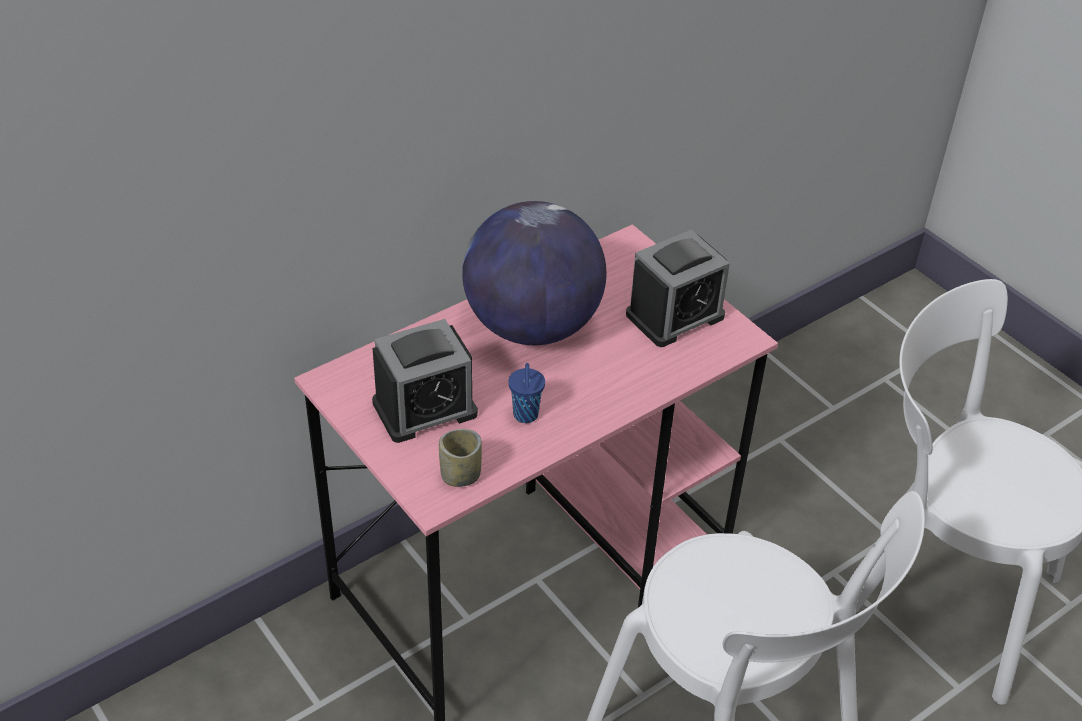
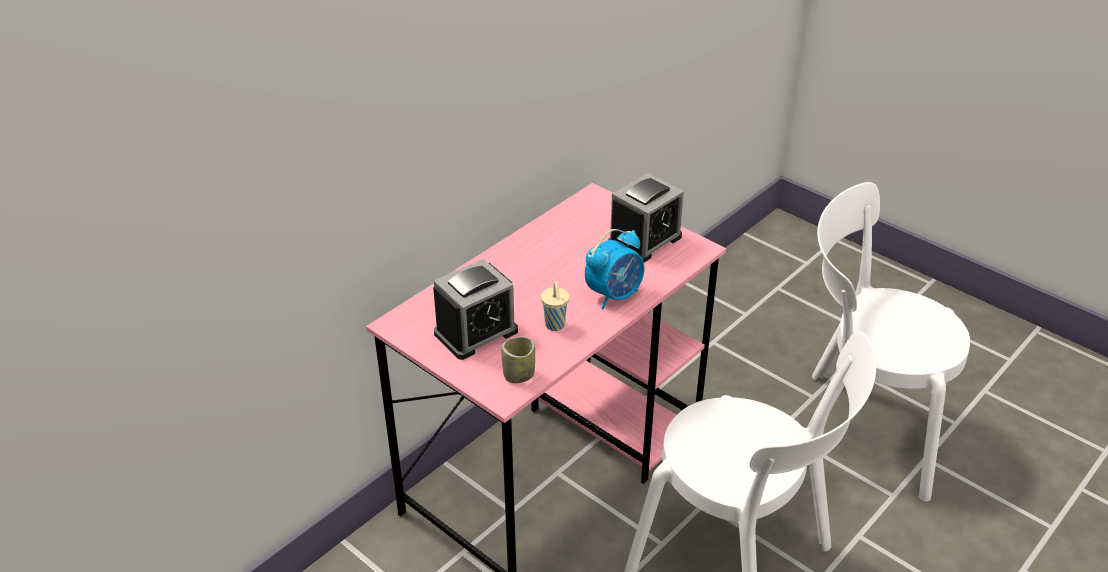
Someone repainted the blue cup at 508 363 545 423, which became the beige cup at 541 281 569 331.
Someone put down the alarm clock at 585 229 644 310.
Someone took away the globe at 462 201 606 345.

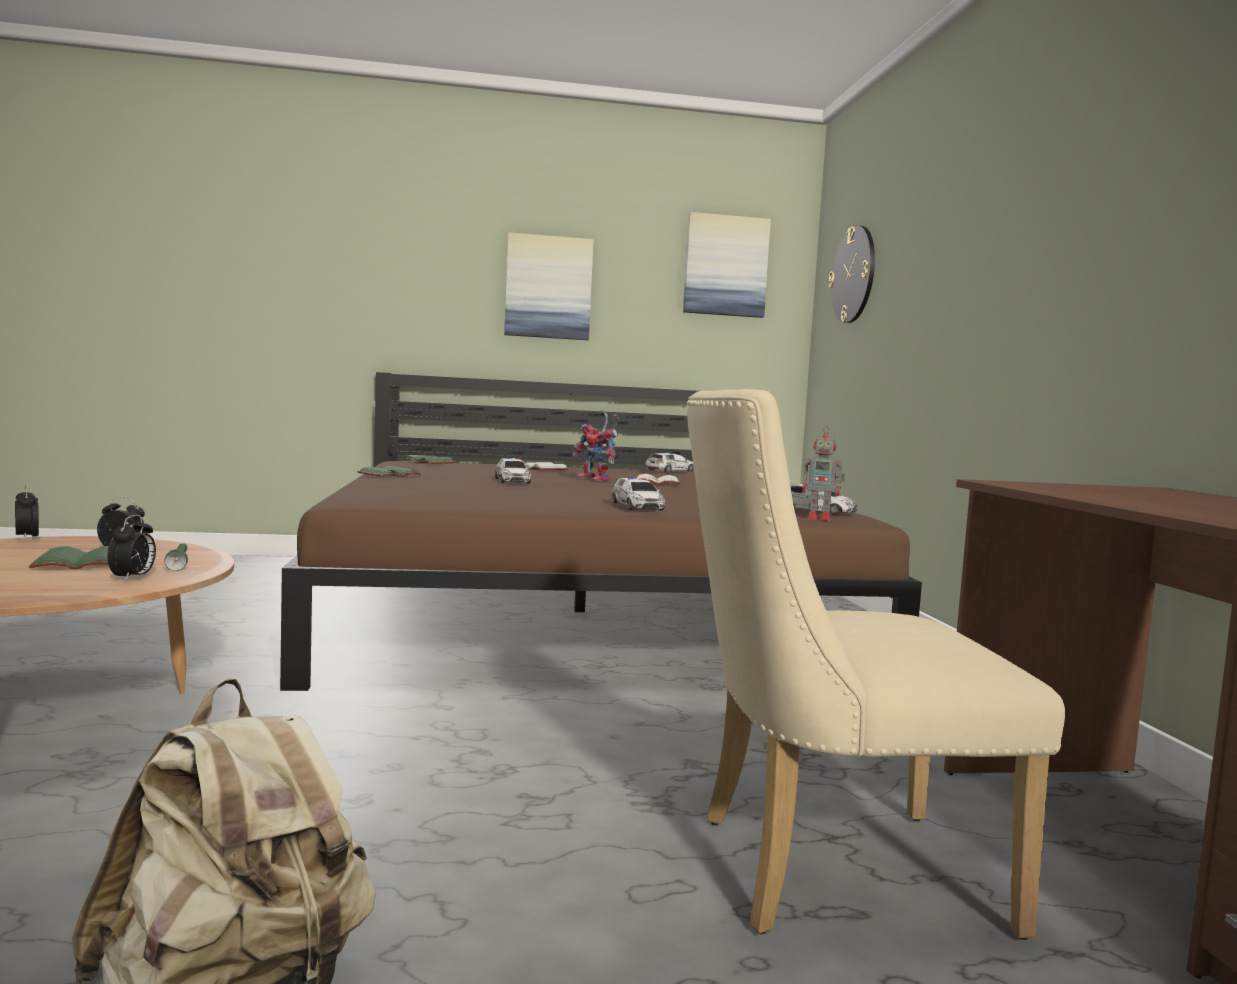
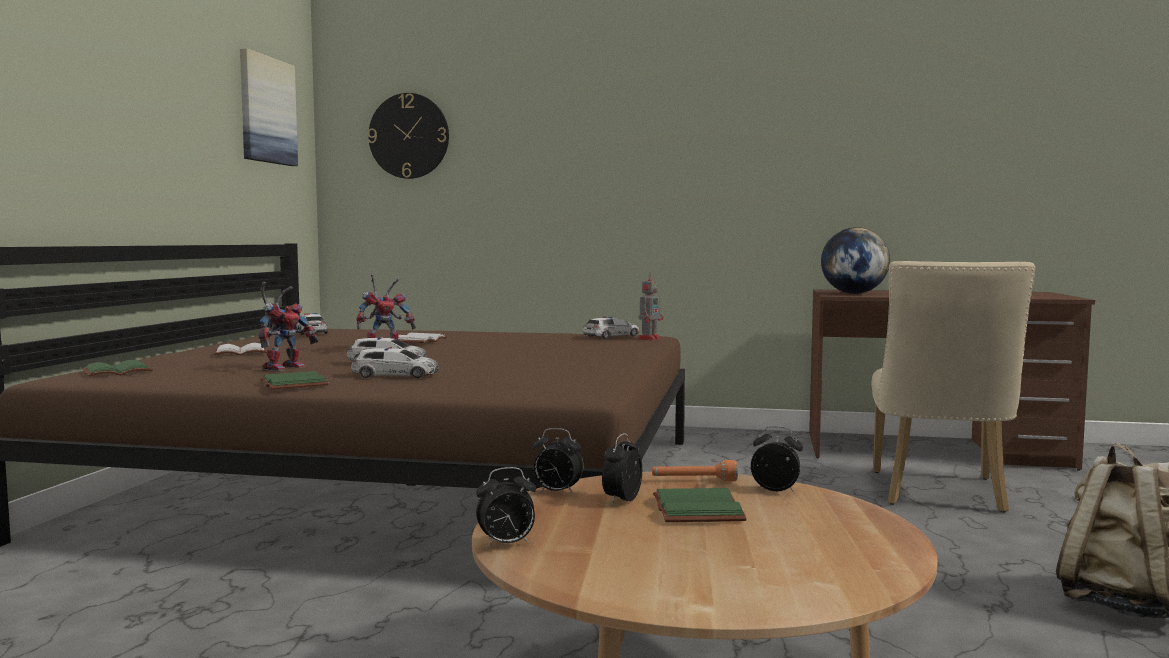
Someone put down the toy robot at 259 282 319 371.
Someone carried the toy car from 612 478 665 510 to 351 347 439 378.
Someone put down the alarm clock at 533 428 584 494.
Someone repainted the green flashlight at 164 543 188 571, which became the orange flashlight at 652 460 738 482.
Someone put down the globe at 821 227 890 294.
Someone took away the picture at 504 232 594 340.

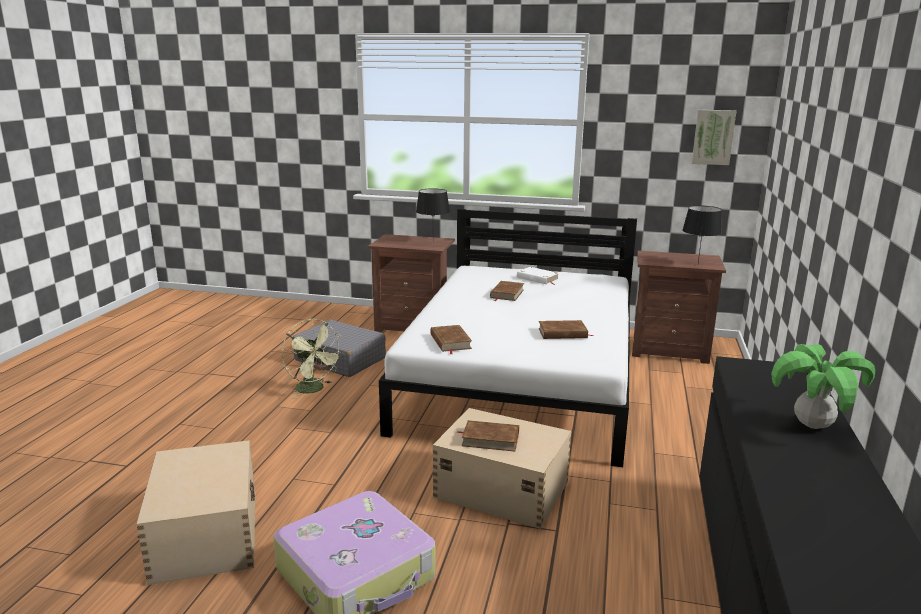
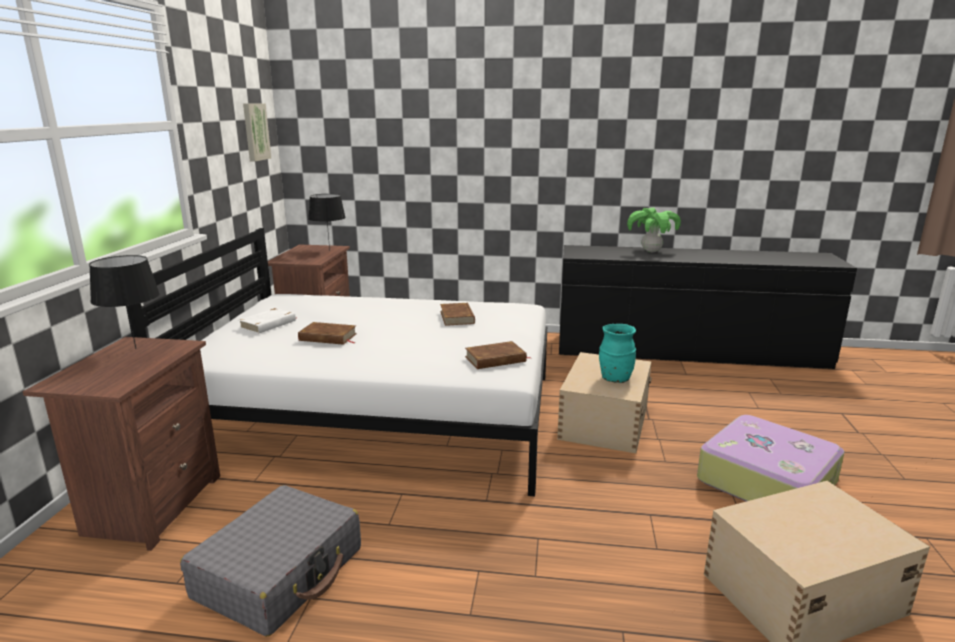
Someone swapped the brown book at 457 420 519 452 for the turquoise vase at 599 324 636 383.
Someone took away the green fan at 282 319 344 399.

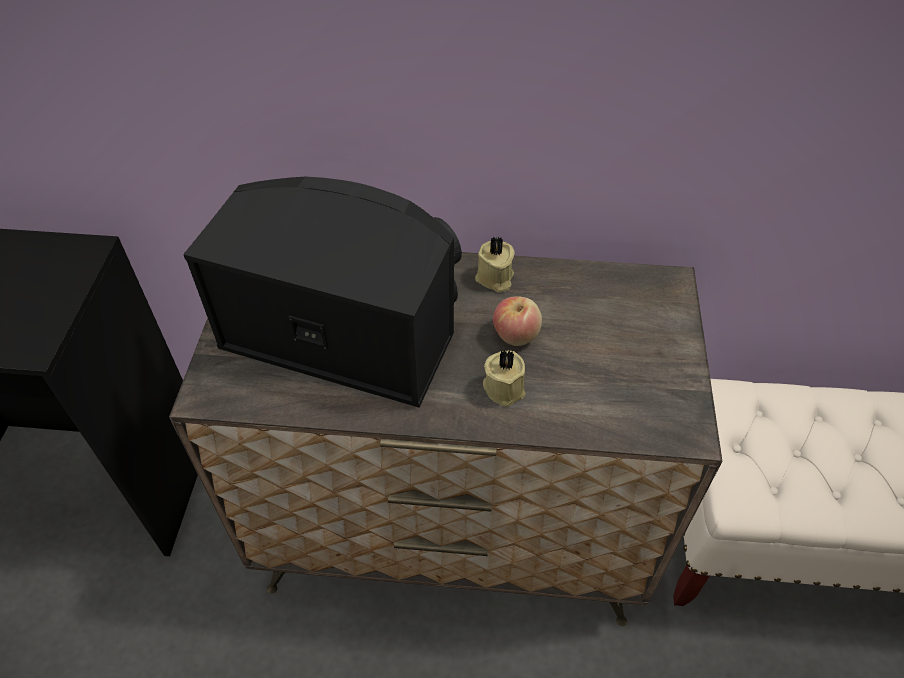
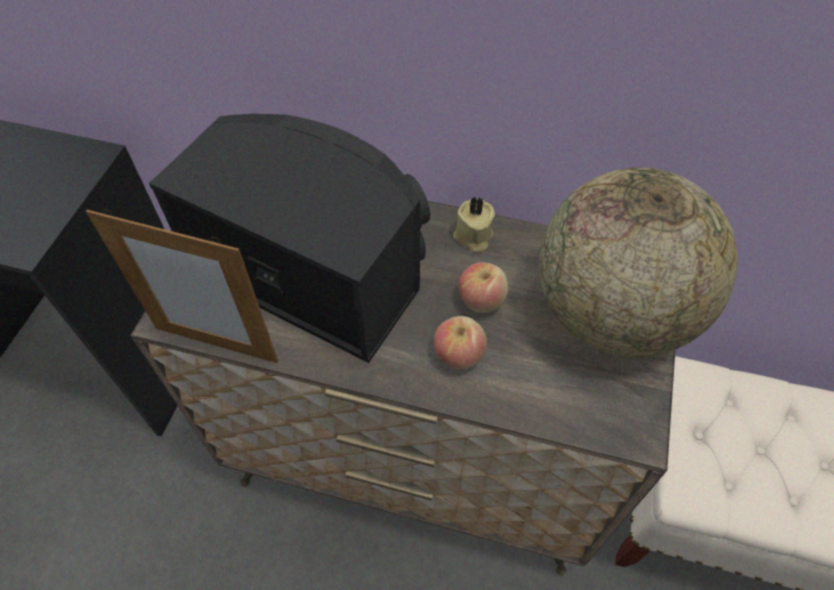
Someone put down the picture frame at 85 209 278 363.
Someone swapped the beige candle at 483 349 526 407 for the apple at 434 316 487 370.
Someone put down the globe at 539 167 737 357.

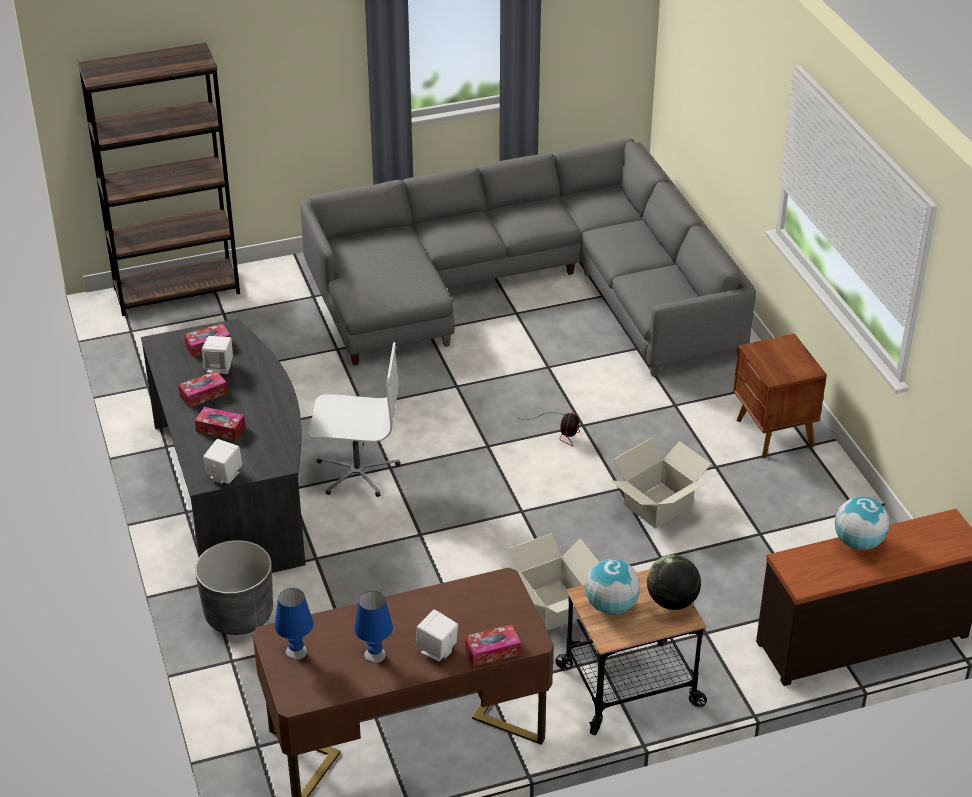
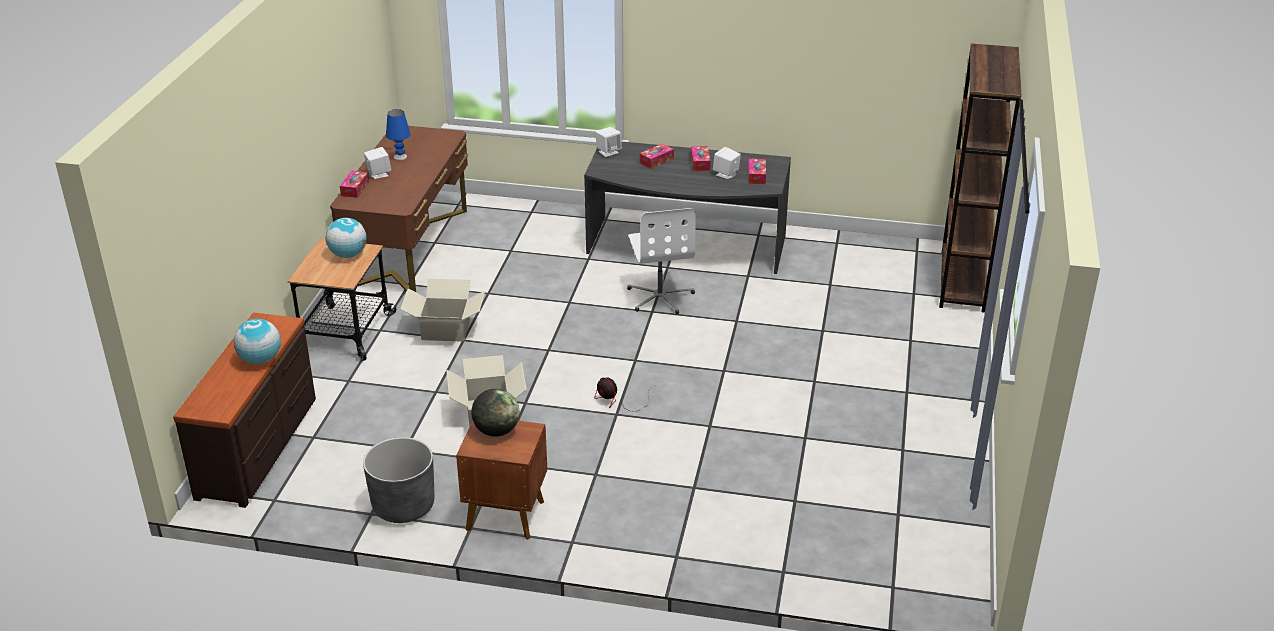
Someone carried the grey planter from 195 540 273 635 to 363 437 435 523.
Someone carried the globe from 647 555 701 610 to 471 389 520 437.
Someone rotated the white office chair at 309 342 401 497 by 45 degrees counterclockwise.
Someone took away the blue table lamp at 275 588 313 660.
Someone took away the grey sofa at 300 138 756 377.

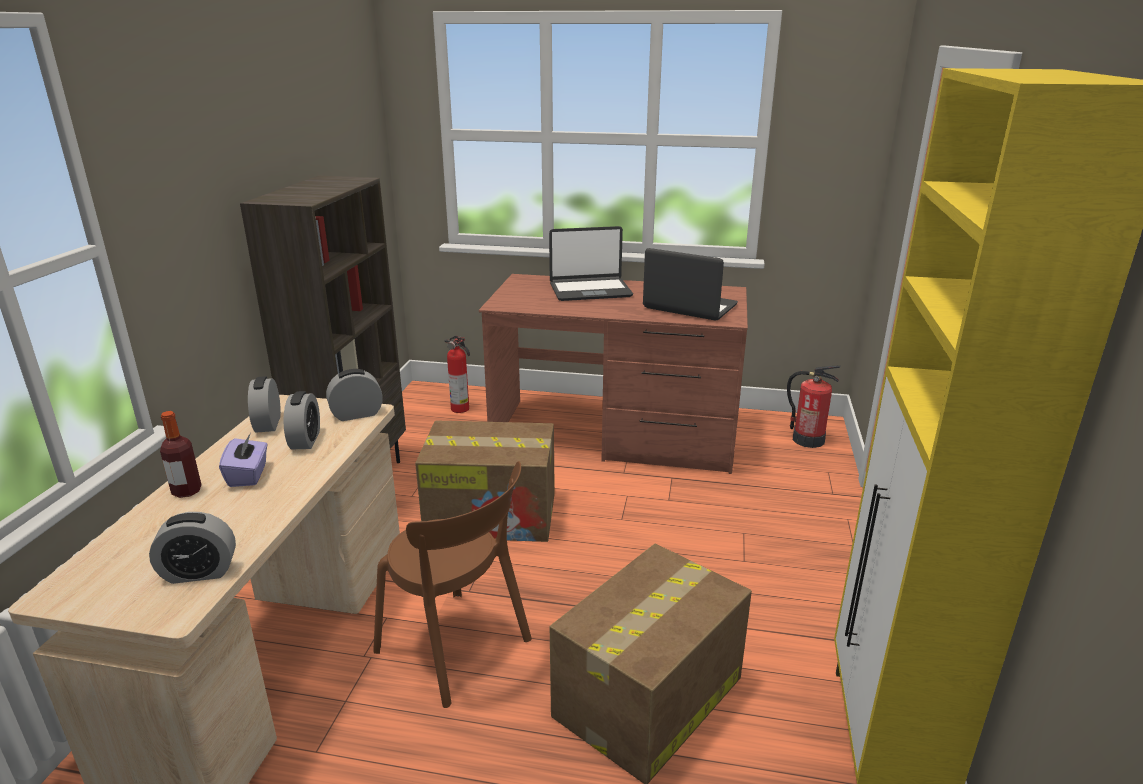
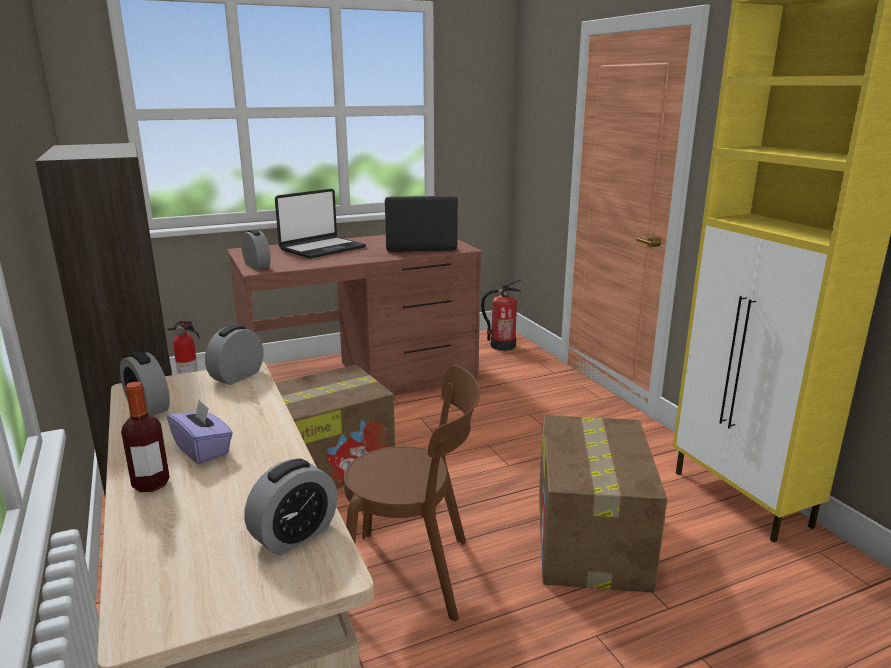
Someone carried the alarm clock from 283 391 320 449 to 241 230 271 270.

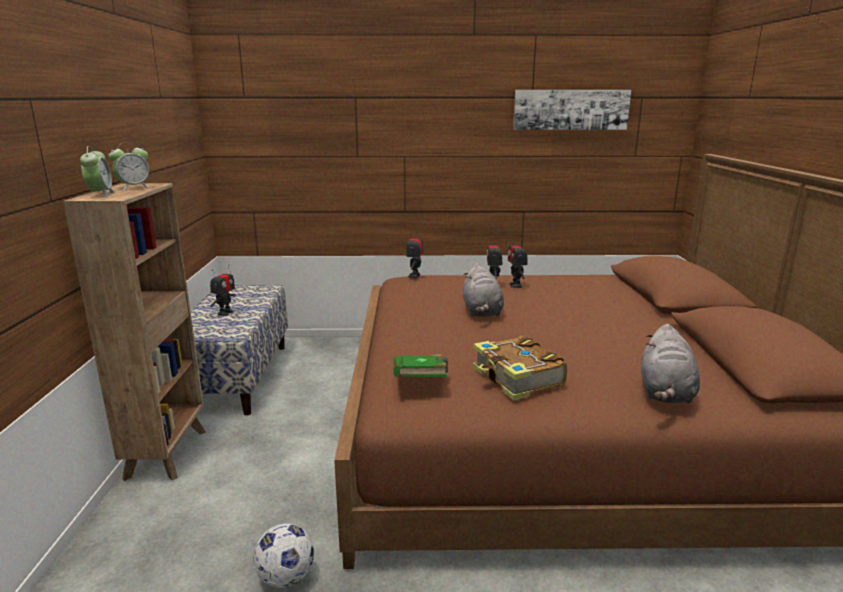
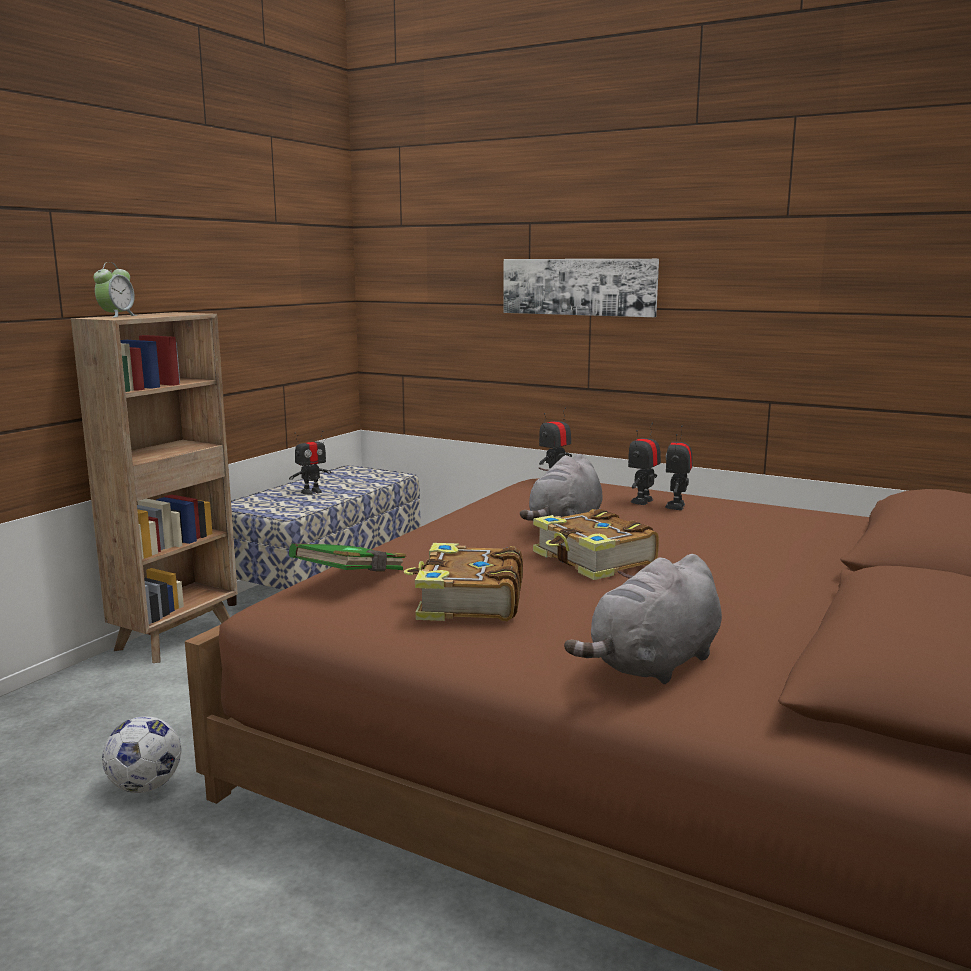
Someone carried the picture from 513 90 631 130 to 503 259 659 317.
Someone put down the book at 533 509 659 580.
Someone took away the alarm clock at 108 142 153 191.

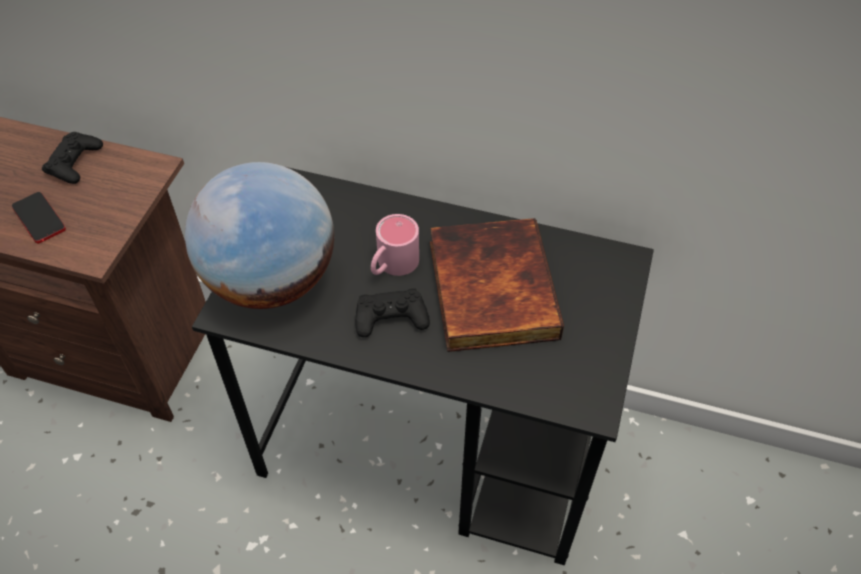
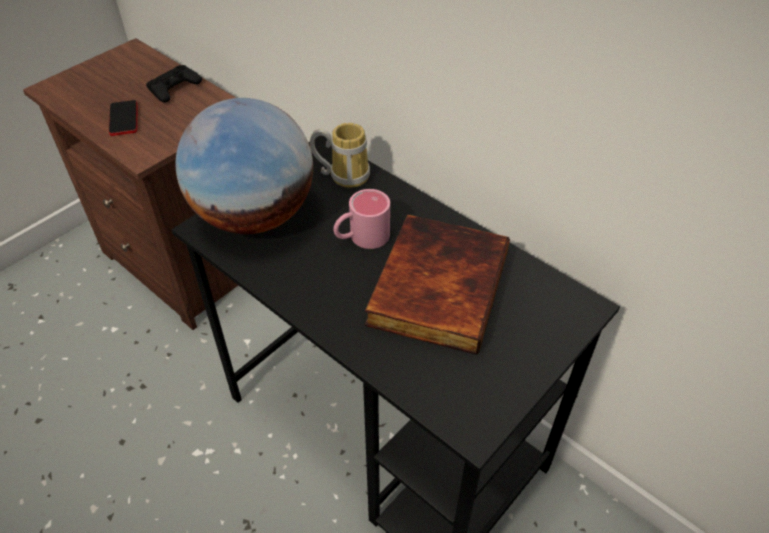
Someone put down the mug at 310 123 370 188.
Someone took away the black game controller at 355 288 430 337.

